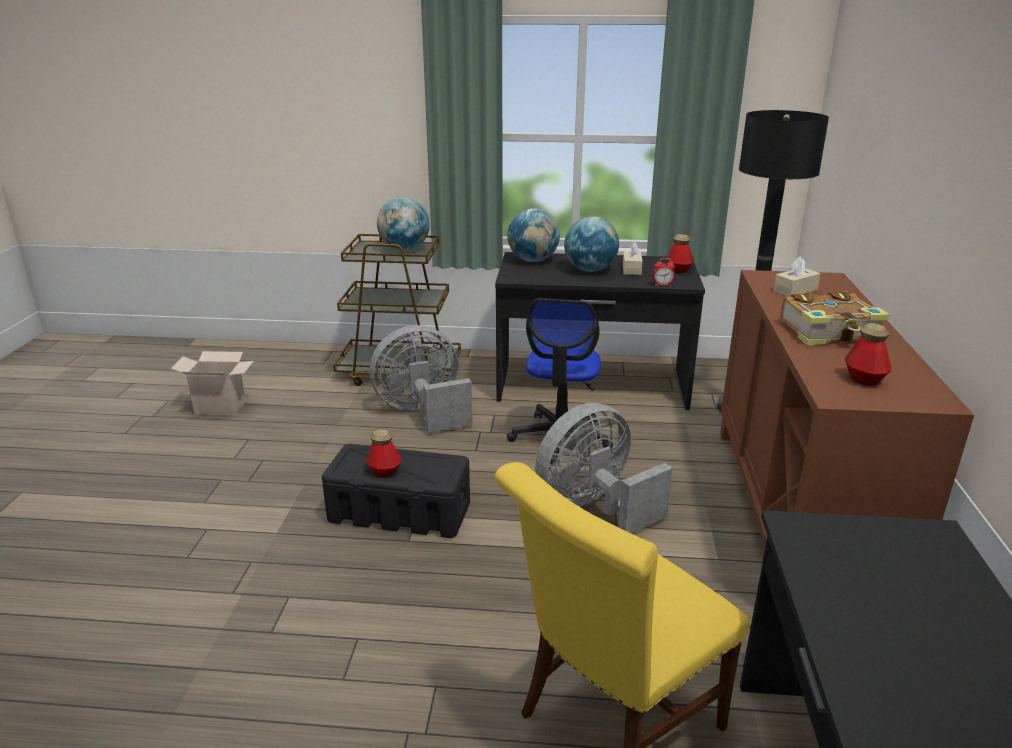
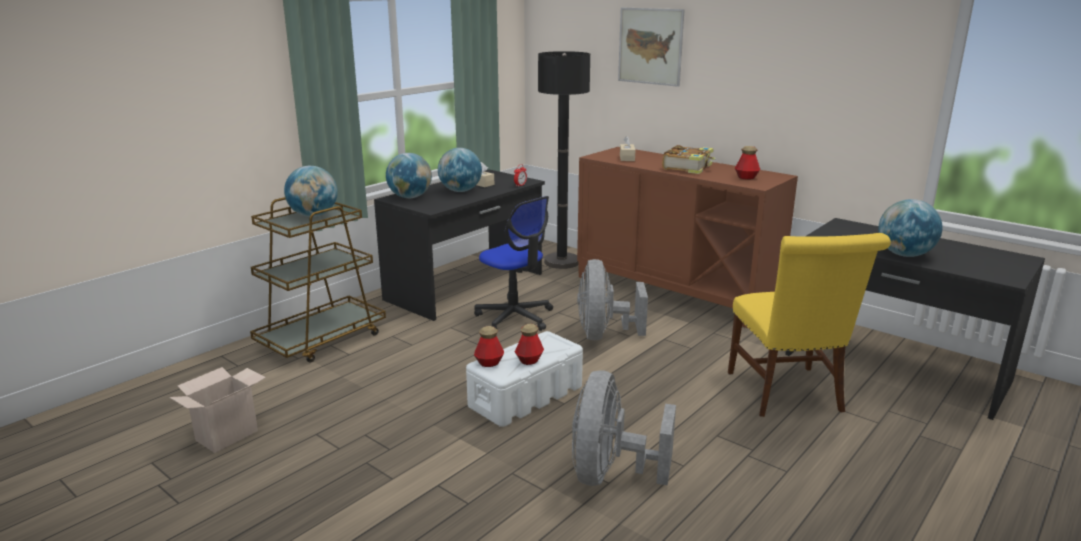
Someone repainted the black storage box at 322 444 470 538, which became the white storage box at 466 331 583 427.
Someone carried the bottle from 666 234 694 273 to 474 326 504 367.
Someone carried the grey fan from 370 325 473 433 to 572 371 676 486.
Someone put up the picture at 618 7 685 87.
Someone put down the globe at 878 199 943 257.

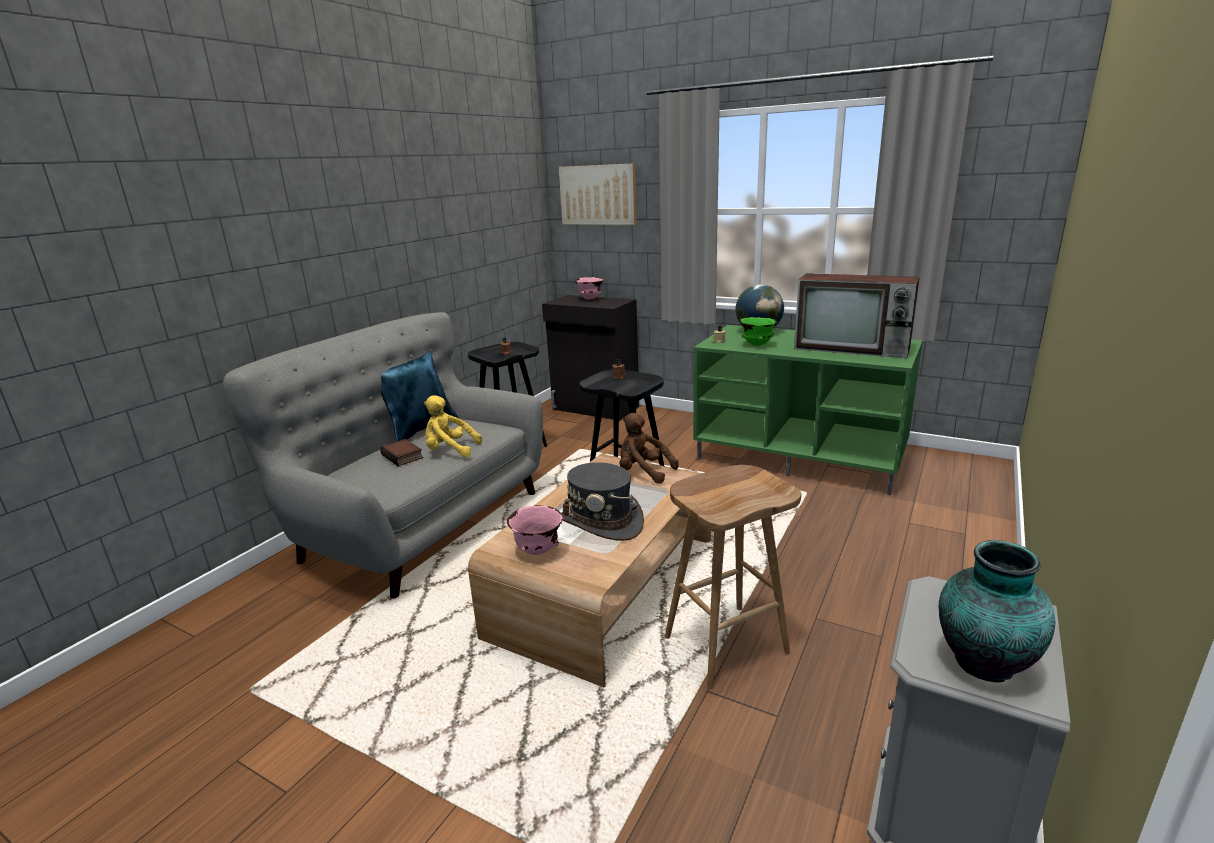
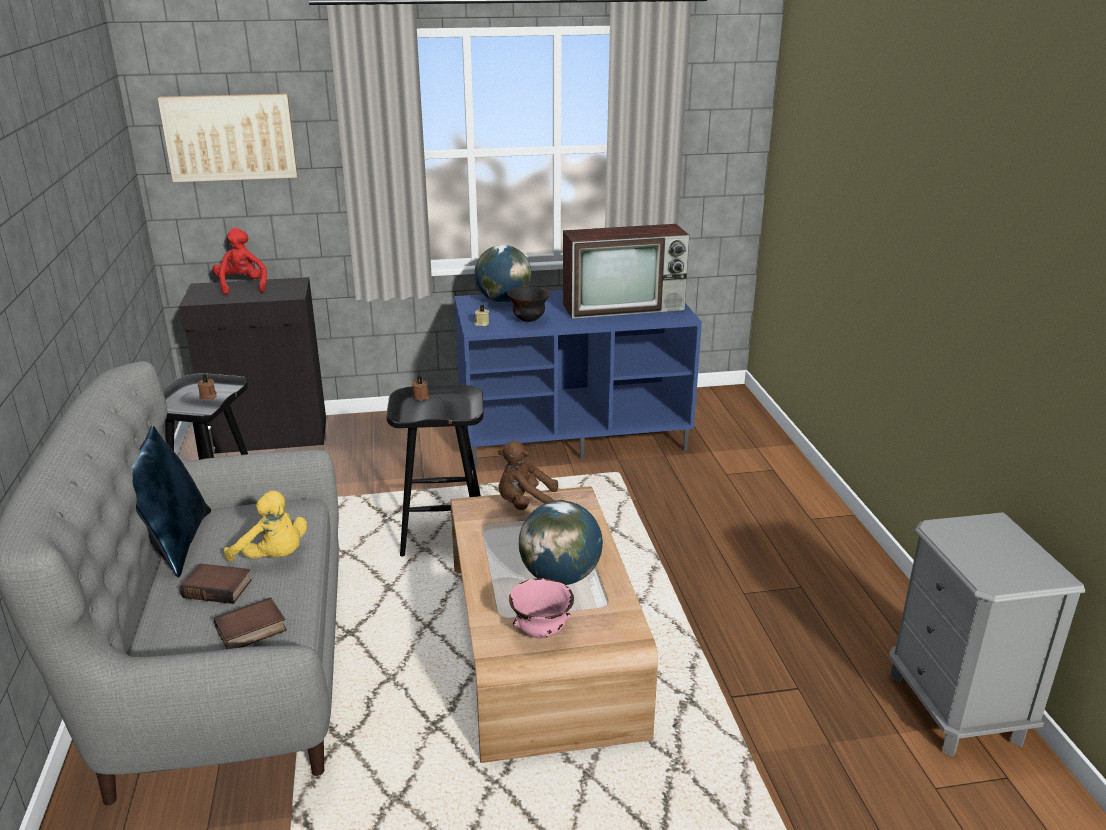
Someone swapped the pink bowl at 574 277 603 300 for the red plush toy at 212 228 267 295.
Someone put down the book at 214 597 287 649.
Someone rotated the yellow plush toy at 424 395 482 457 by 120 degrees counterclockwise.
Someone repainted the green tv stand at 693 325 923 495, which became the blue tv stand at 454 290 702 469.
Someone repainted the green bowl at 740 317 777 346, which became the black bowl at 507 287 550 322.
Someone swapped the grey hat at 561 462 644 541 for the globe at 519 501 603 585.
Someone took away the brown stool at 665 465 802 689.
Someone took away the vase at 938 540 1055 683.

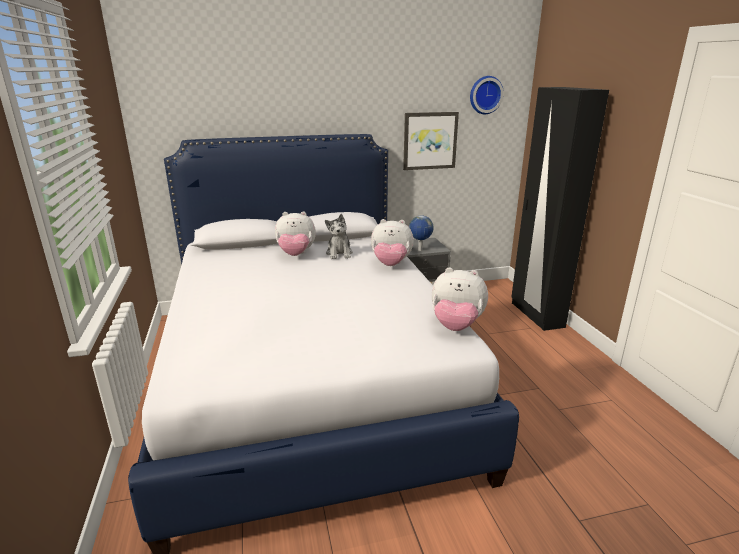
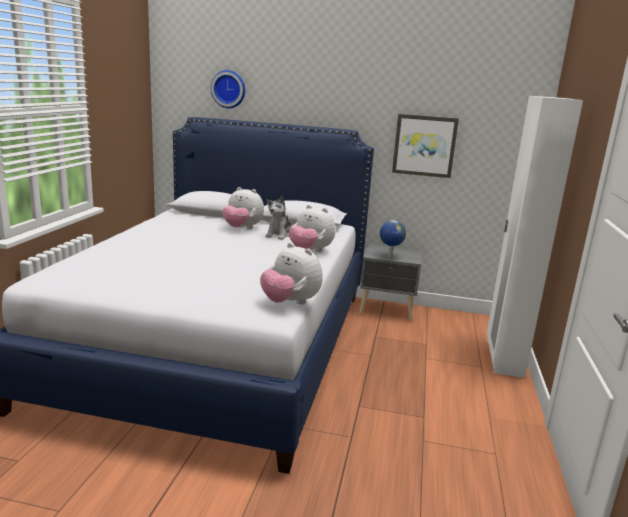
Someone carried the wall clock from 470 76 504 114 to 211 70 245 108.
Someone repainted the black wardrobe at 511 87 609 331, which became the white wardrobe at 487 96 583 378.

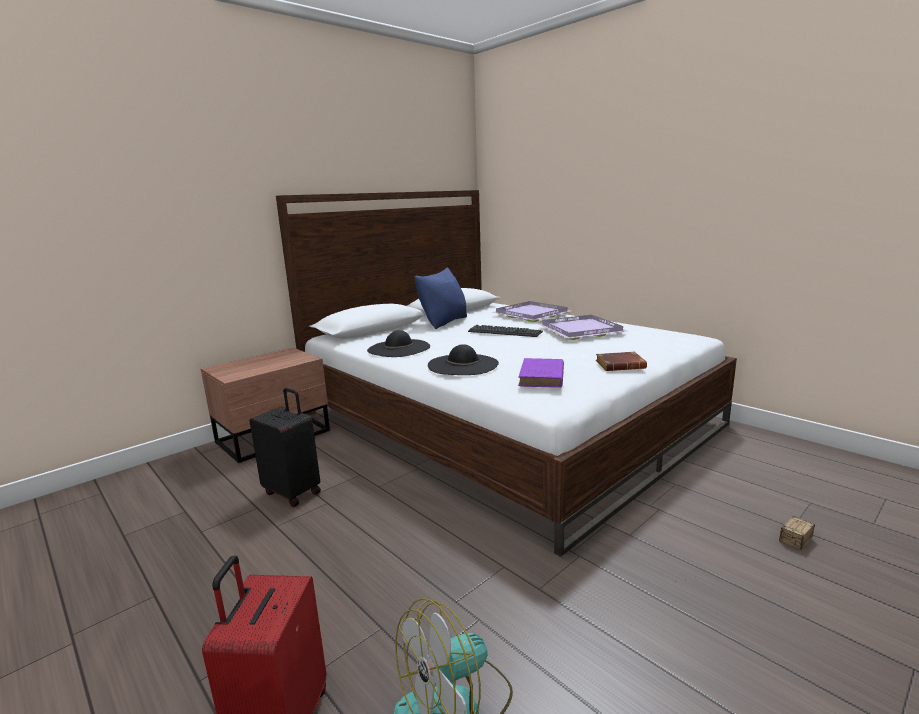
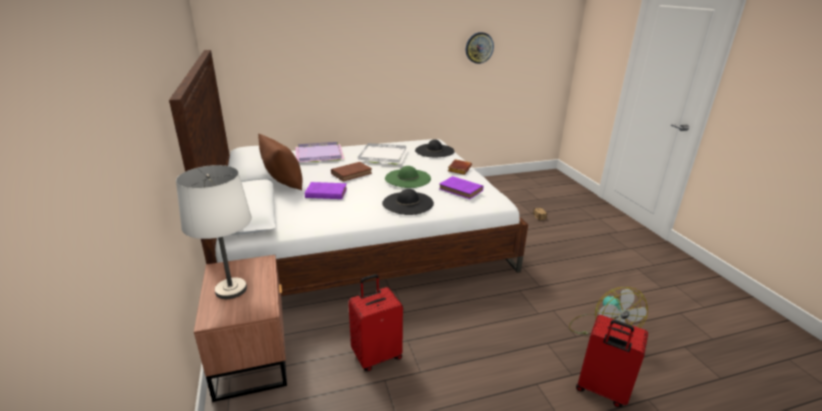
Someone put down the white table lamp at 176 165 252 299.
Someone repainted the blue pillow at 414 267 467 329, which became the brown pillow at 258 134 303 190.
Someone put down the purple book at 305 182 347 199.
Someone swapped the keyboard at 468 325 543 337 for the brown book at 331 162 372 182.
Someone repainted the black suitcase at 250 388 321 507, which became the red suitcase at 348 274 403 371.
Someone repainted the purple tray at 538 315 627 340, which became the white tray at 355 143 409 164.
Someone put down the green hat at 385 166 431 188.
Someone carried the black hat from 367 330 430 357 to 415 139 455 157.
Someone put up the wall clock at 466 32 494 64.

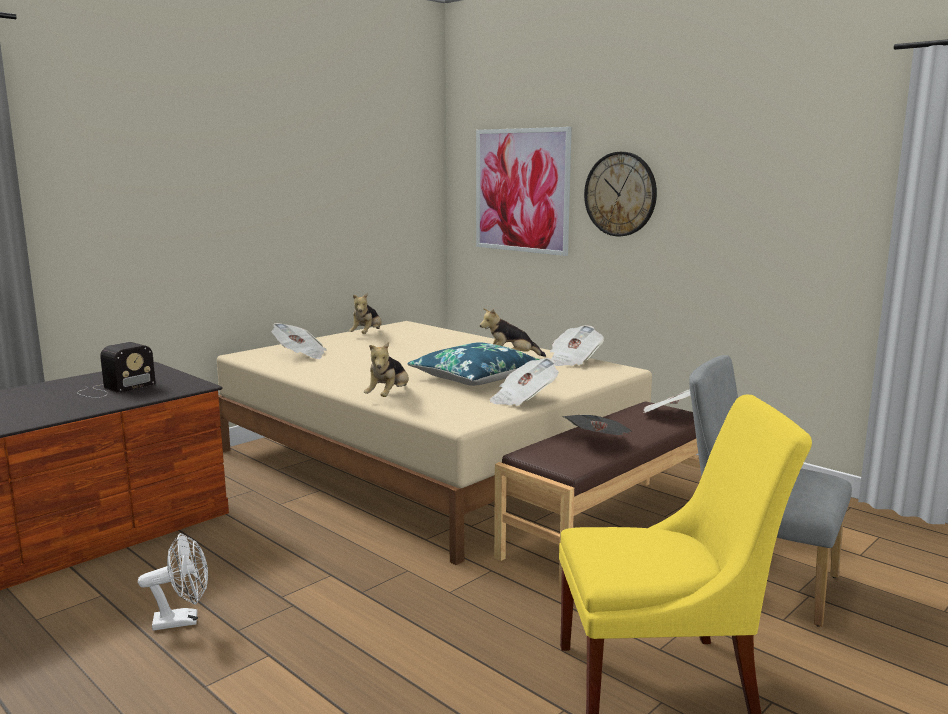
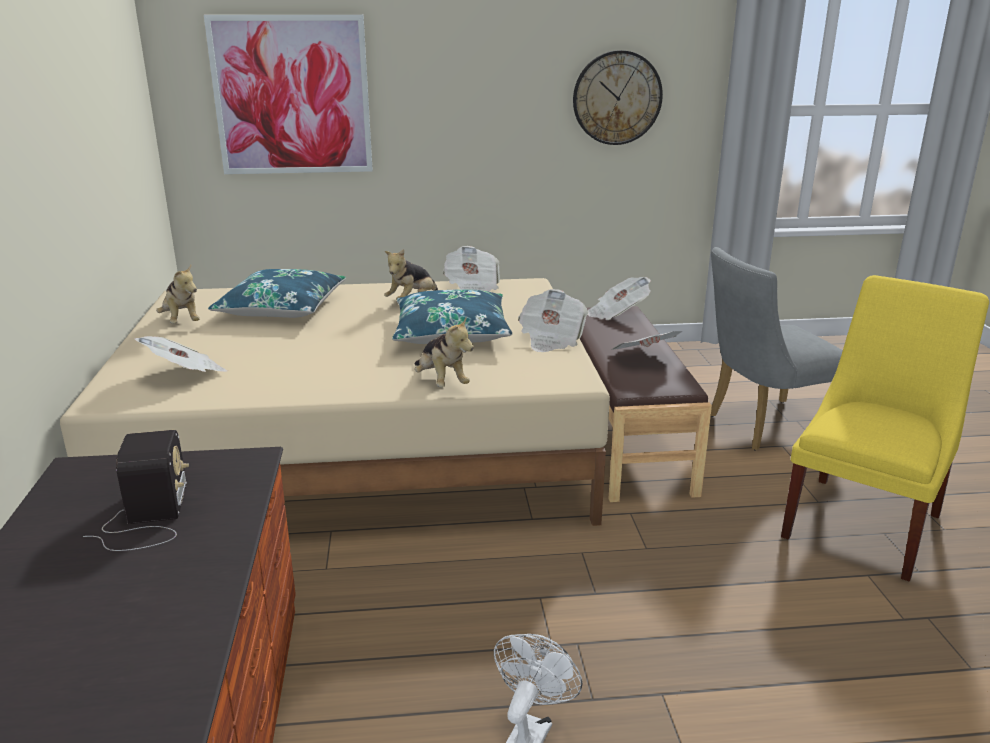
Someone put down the blue pillow at 208 269 346 318.
Someone carried the wall clock from 584 152 657 236 to 573 50 663 145.

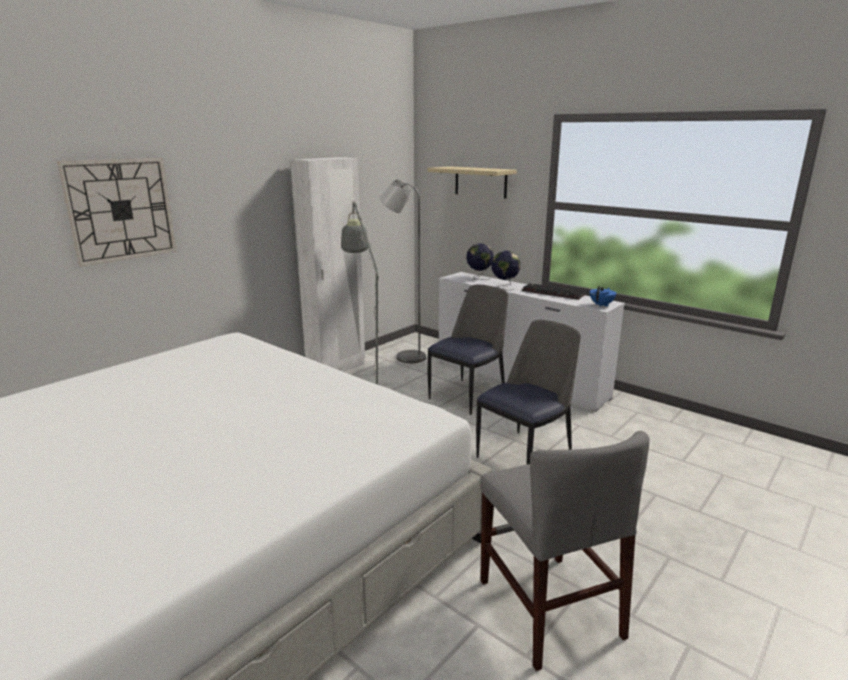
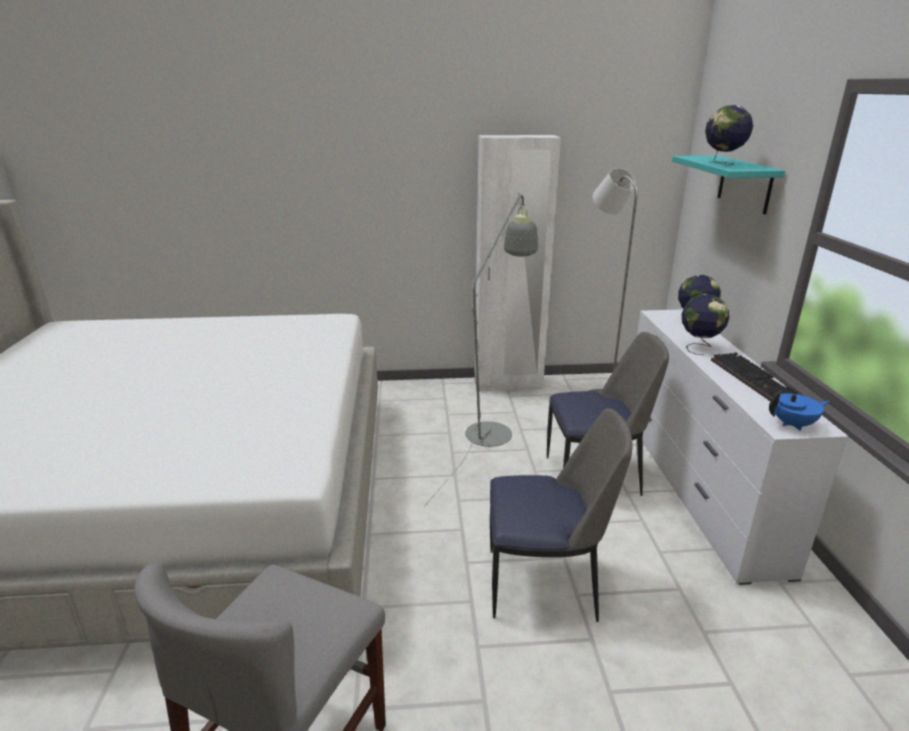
Someone repainted the beige shelf at 428 166 517 198, which became the turquoise shelf at 672 156 785 215.
Someone put down the globe at 705 105 753 165.
Someone took away the wall clock at 57 158 177 267.

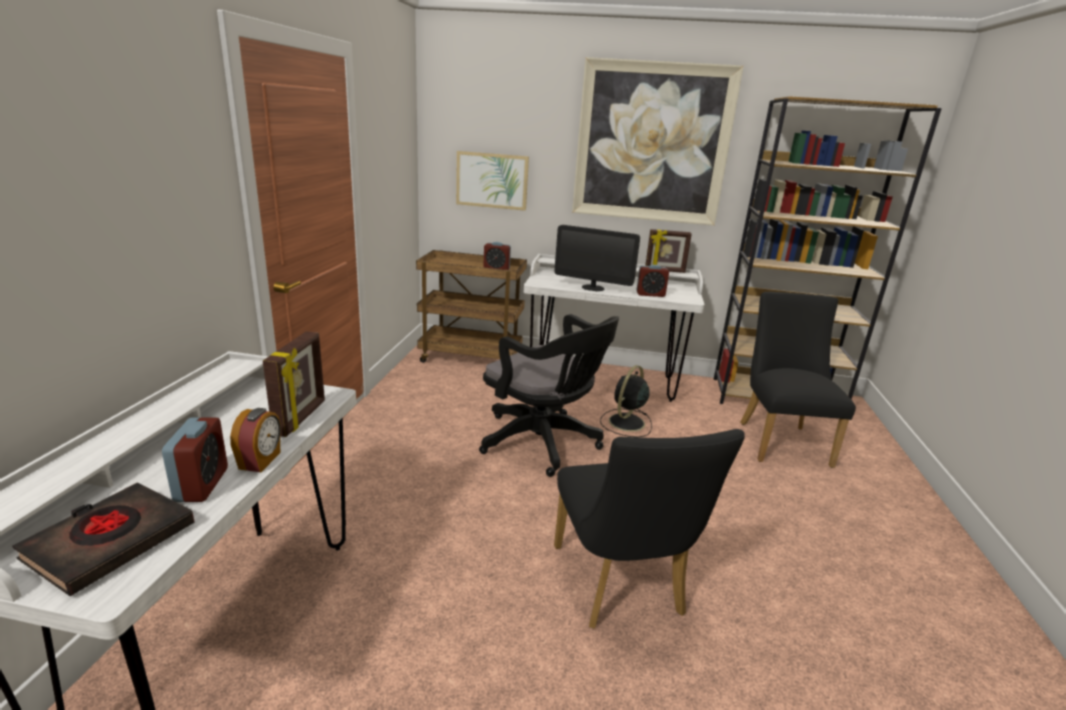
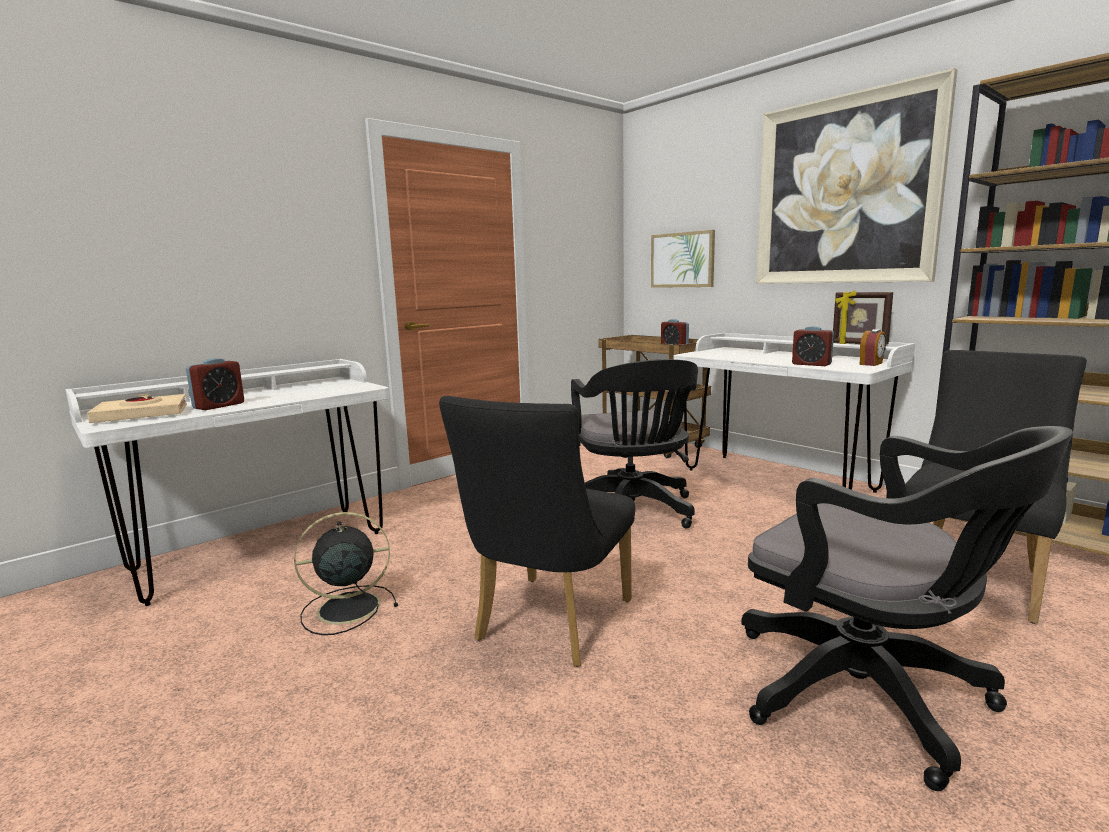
Someone repainted the black book at 12 482 195 596, which became the beige book at 87 394 187 423.
Someone carried the black fan from 600 365 652 437 to 294 512 398 635.
Someone put down the black office chair at 741 426 1073 791.
Someone carried the alarm clock from 230 408 281 472 to 860 329 886 366.
Someone took away the picture frame at 263 331 325 437.
Someone took away the monitor at 555 225 640 291.

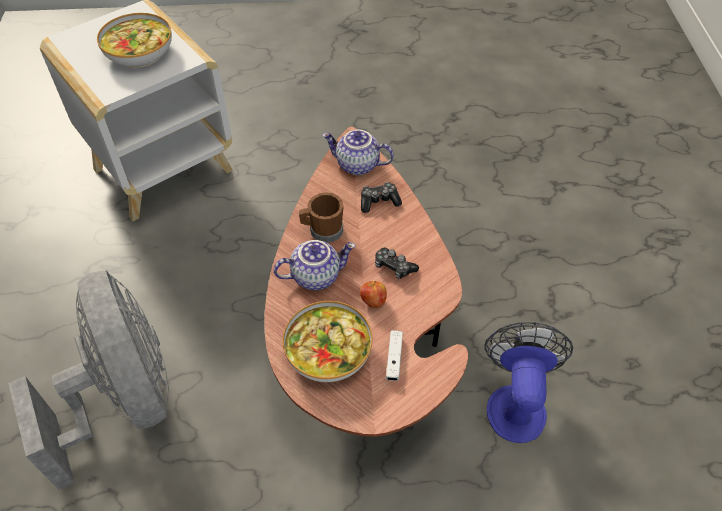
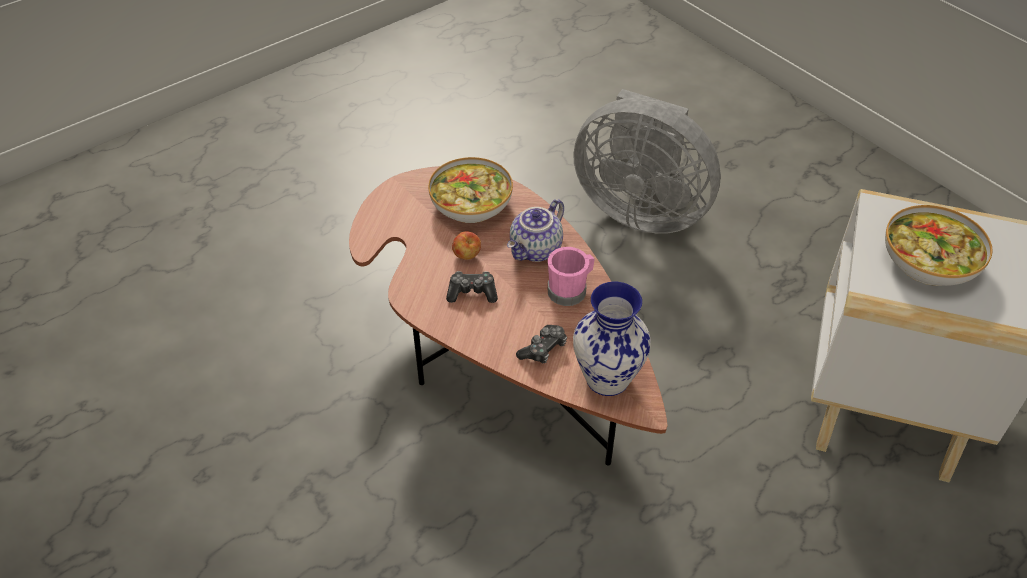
Someone repainted the brown mug at 299 192 344 243, which became the pink mug at 548 247 595 306.
Someone swapped the teapot at 322 130 394 175 for the vase at 573 282 651 396.
Someone took away the white game controller at 386 330 403 381.
Someone took away the fan at 485 322 573 443.

